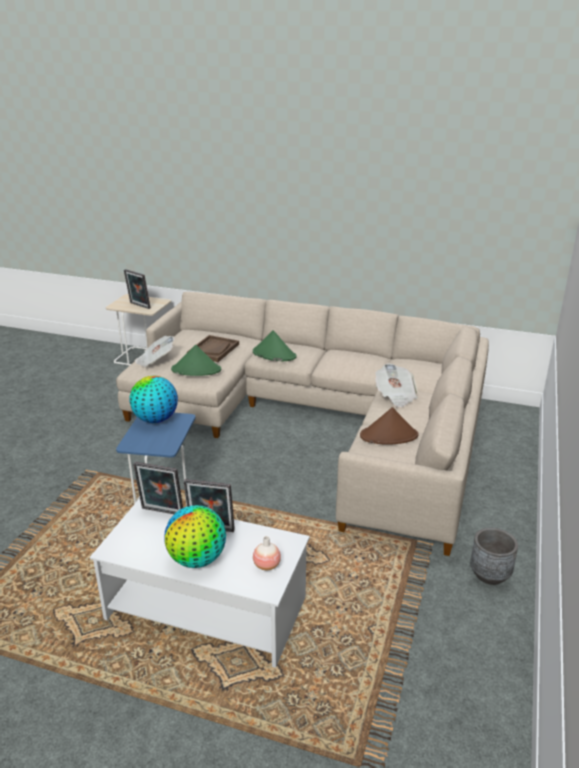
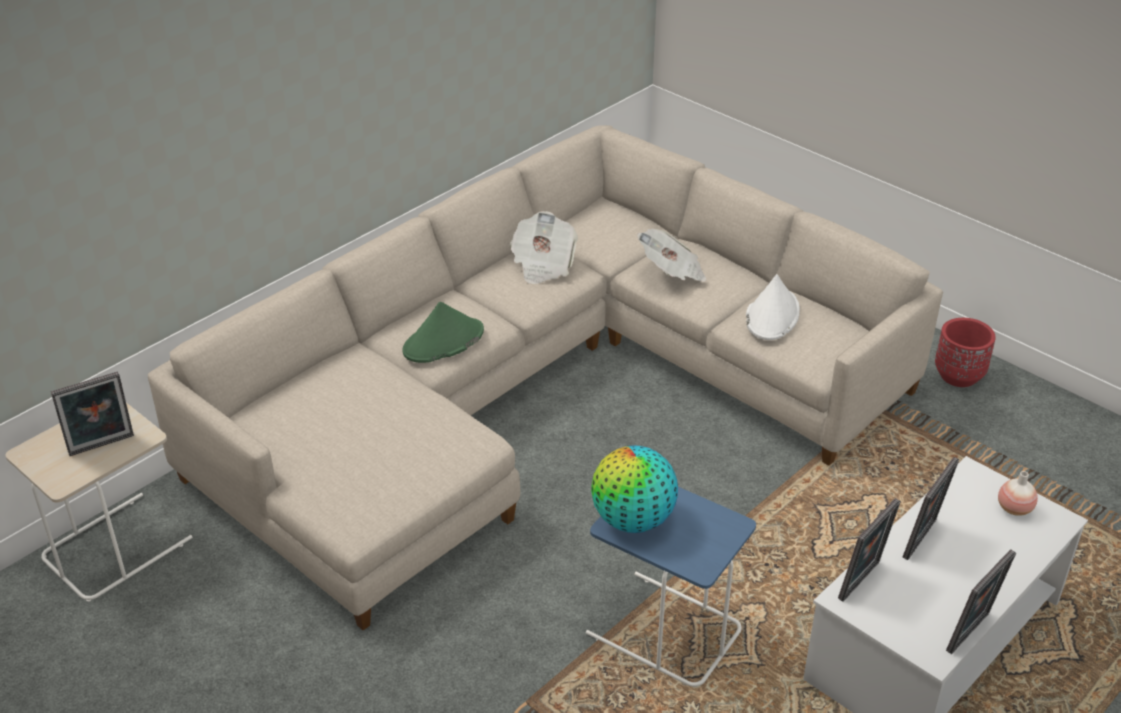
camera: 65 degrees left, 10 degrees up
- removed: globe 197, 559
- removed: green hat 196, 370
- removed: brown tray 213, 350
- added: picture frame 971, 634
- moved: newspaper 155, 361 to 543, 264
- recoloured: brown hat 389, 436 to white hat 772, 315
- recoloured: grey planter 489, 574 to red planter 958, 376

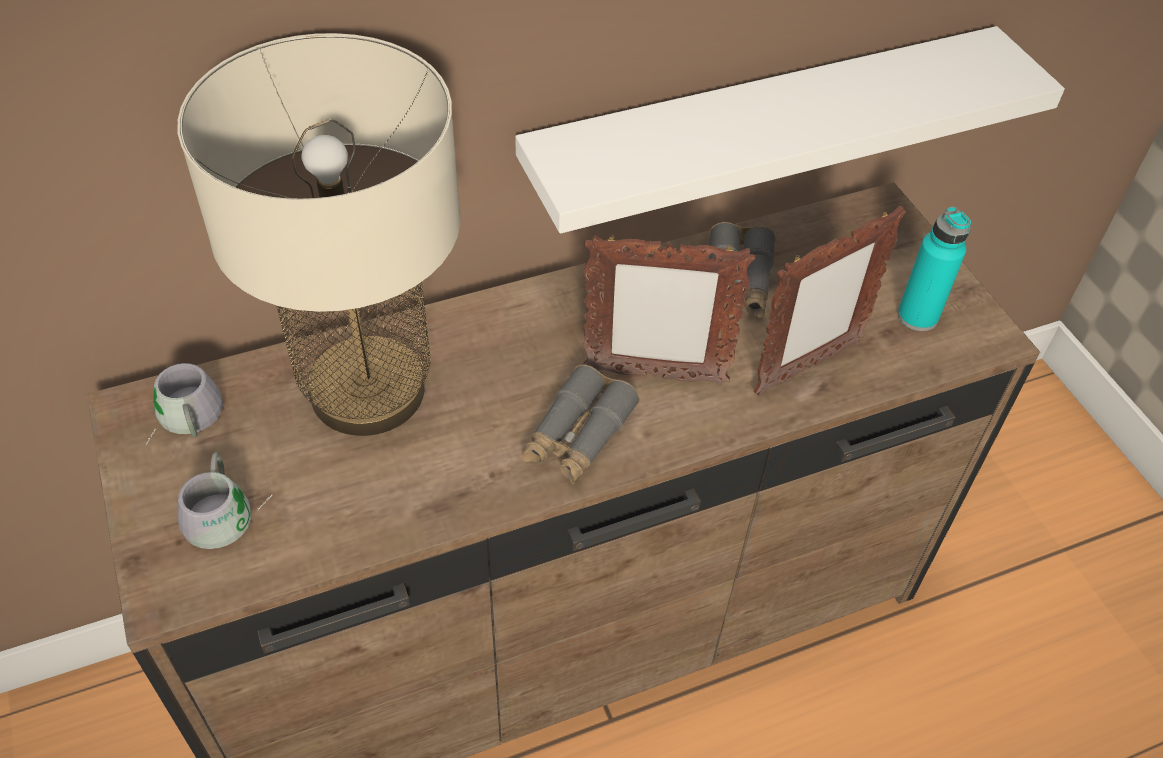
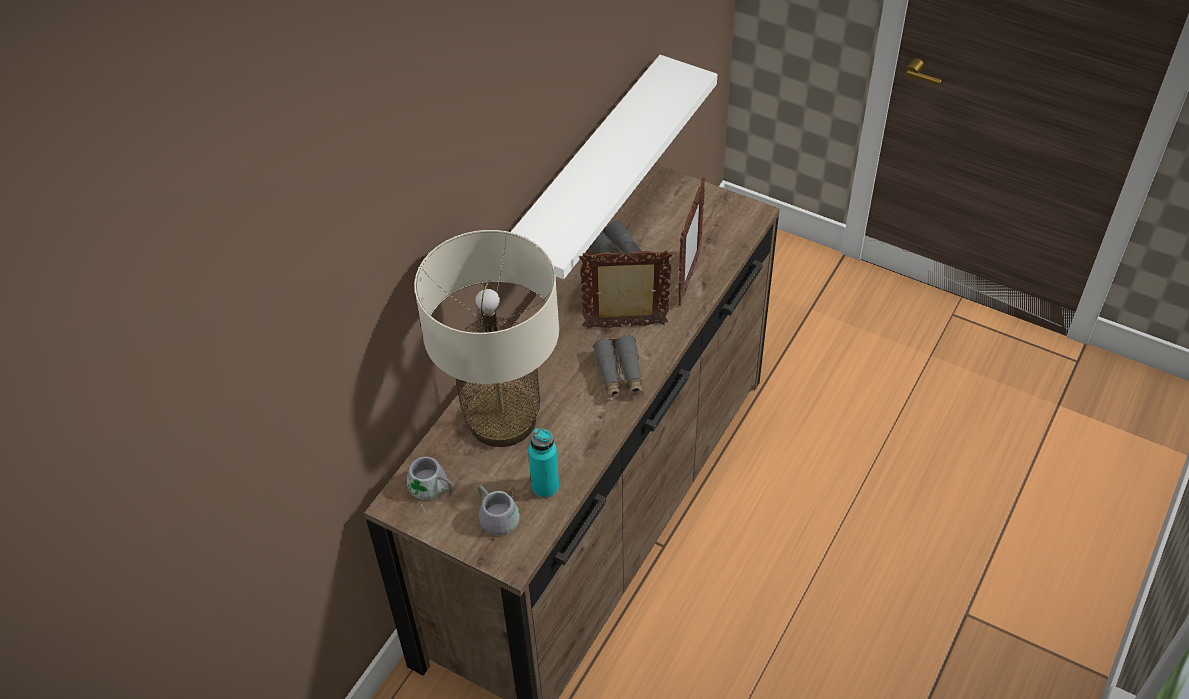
camera: 35 degrees left, 0 degrees up
- moved: turquoise bottle 917, 316 to 545, 487
- turned: picture frame 654, 376 = 626, 326 150 degrees counterclockwise

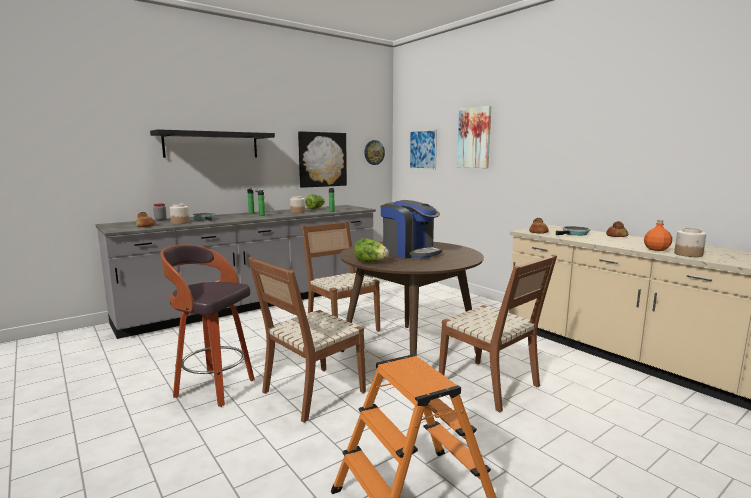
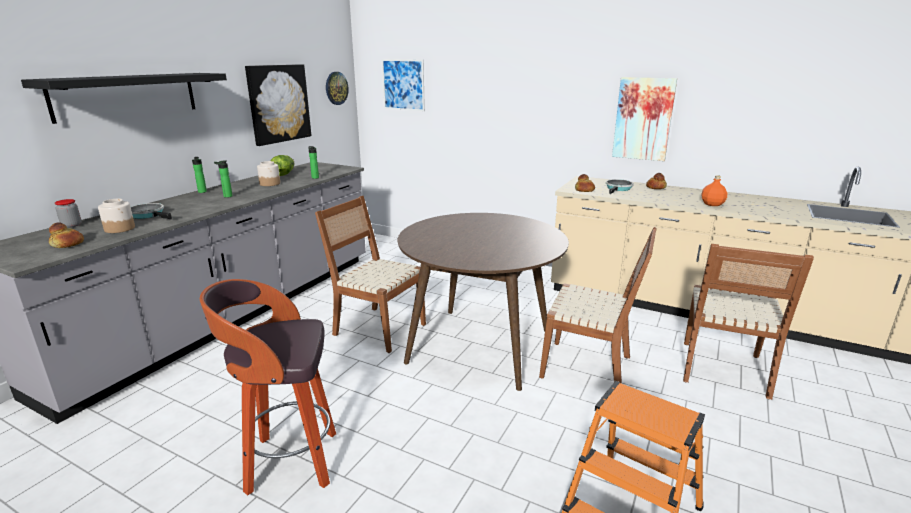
camera: 25 degrees left, 10 degrees up
- removed: lettuce 370, 262
- removed: coffee machine 410, 253
- removed: jar 688, 254
- moved: chair 310, 394 to 722, 372
- moved: picture 474, 138 to 643, 119

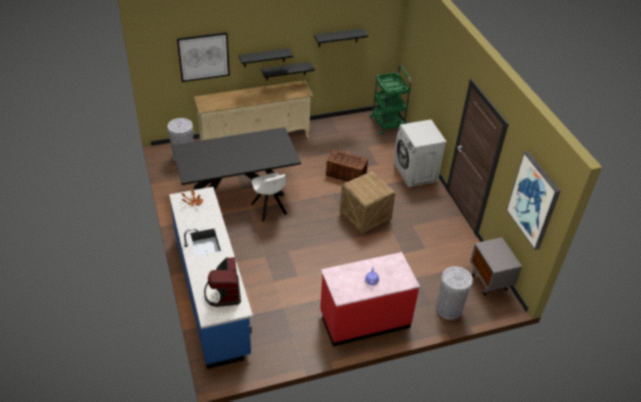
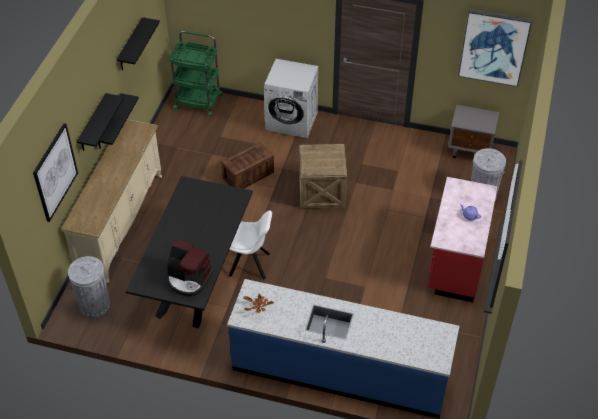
camera: 55 degrees left, 5 degrees up
- moved: coffee machine 223, 292 to 188, 279

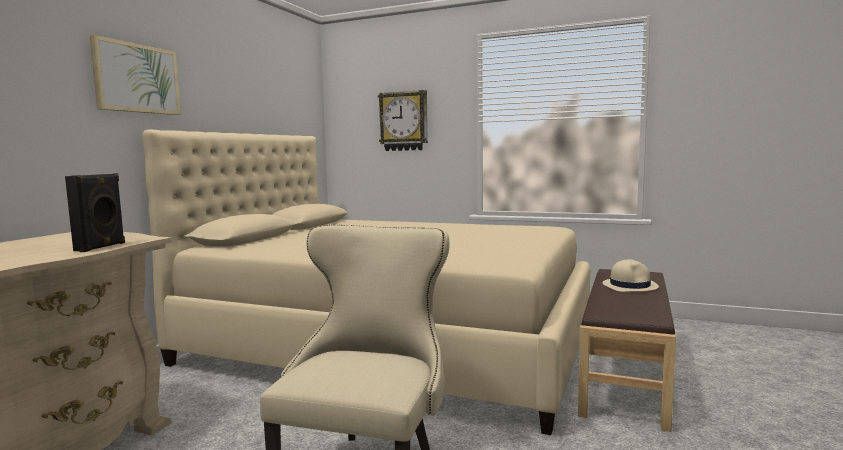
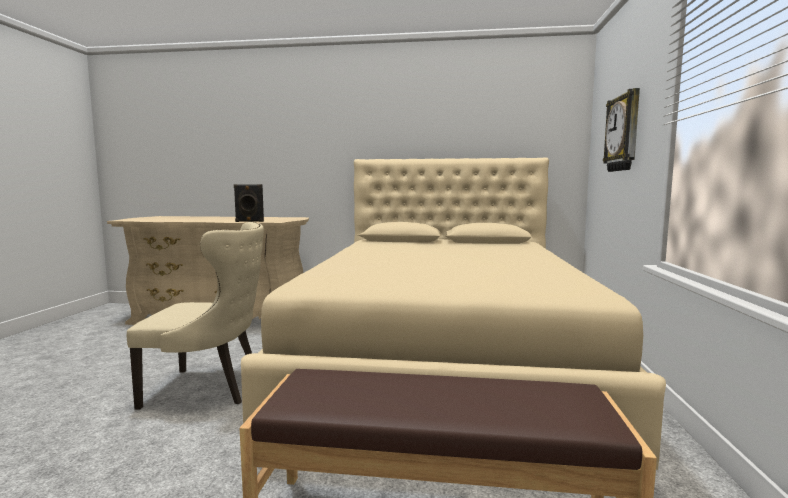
camera: 75 degrees right, 0 degrees up
- removed: picture 137, 78
- removed: beige hat 630, 286

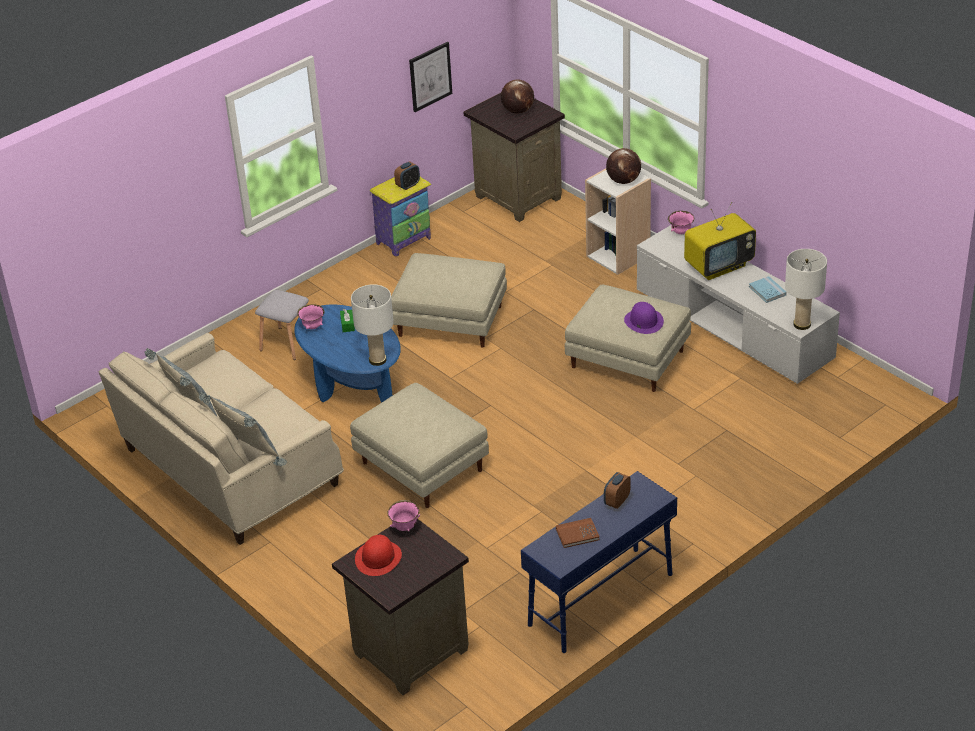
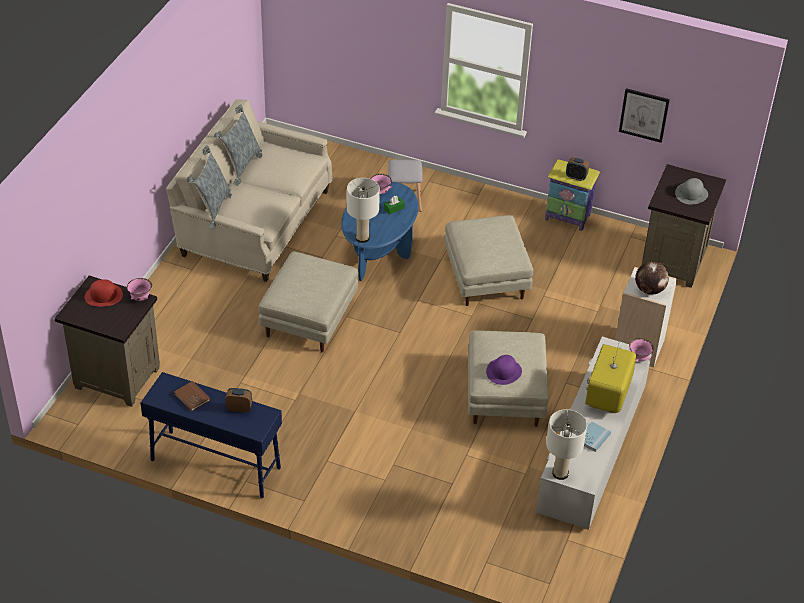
camera: 60 degrees right, 5 degrees up
- replaced: globe 517, 111 to grey hat 691, 193
- turned: television 719, 266 = 607, 396 75 degrees clockwise

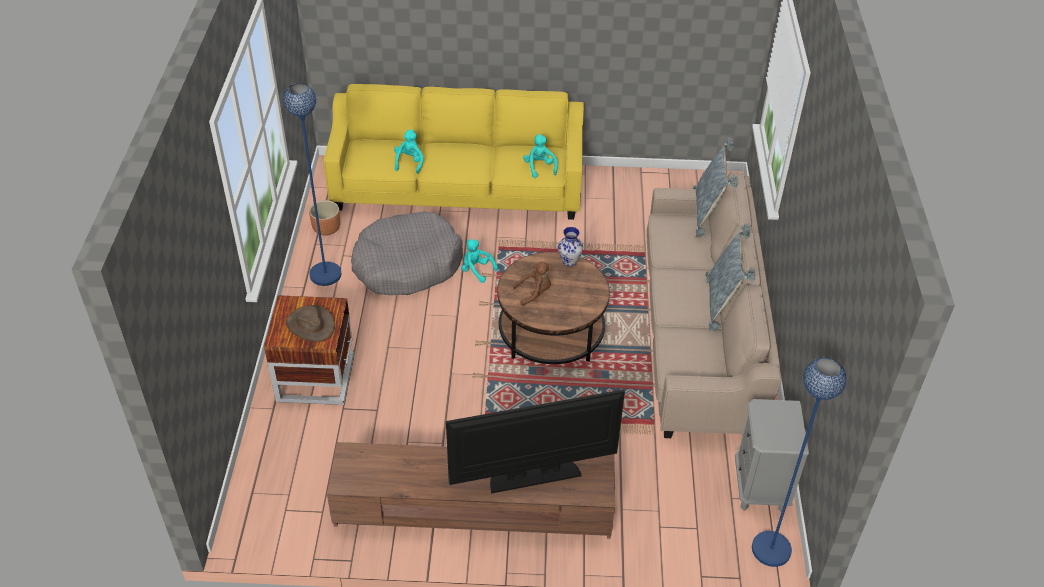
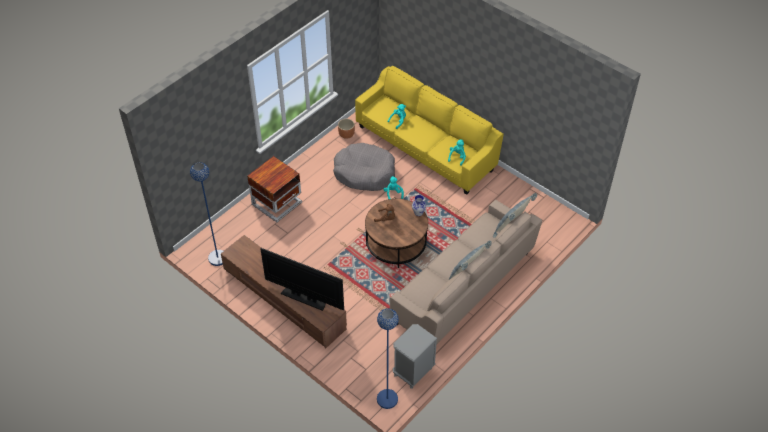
camera: 40 degrees right, 5 degrees up
- removed: brown hat 310, 325
- moved: blue floor lamp 325, 274 to 218, 258

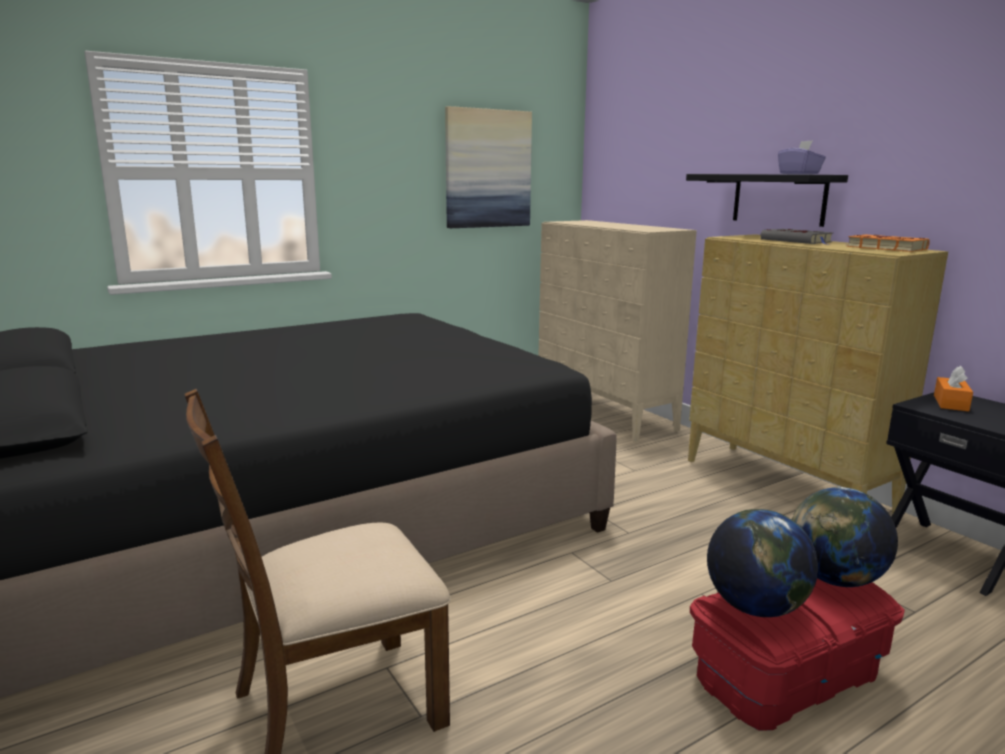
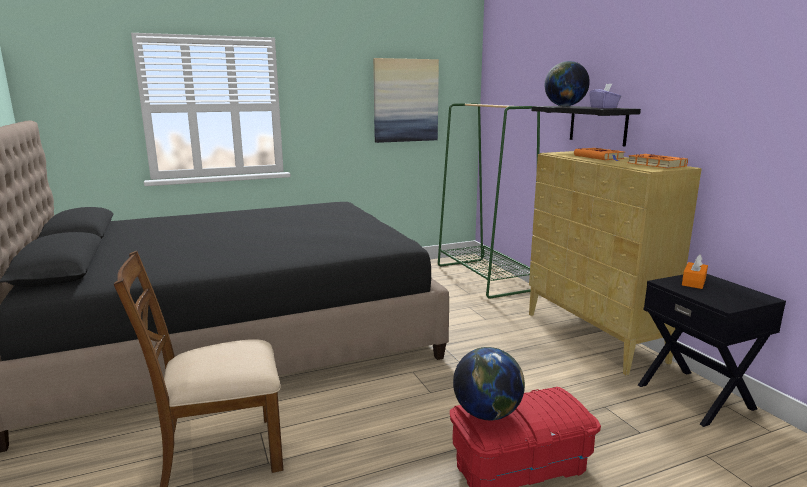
camera: 10 degrees right, 0 degrees up
- moved: globe 834, 579 to 564, 106
- replaced: beige dresser 604, 414 to green clothes rack 484, 277
- recoloured: grey book 797, 241 to orange book 600, 157

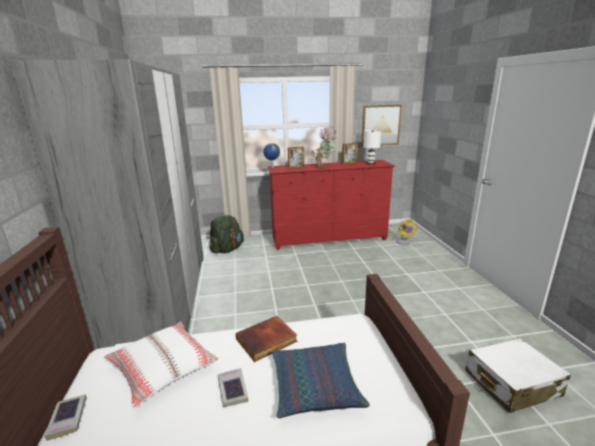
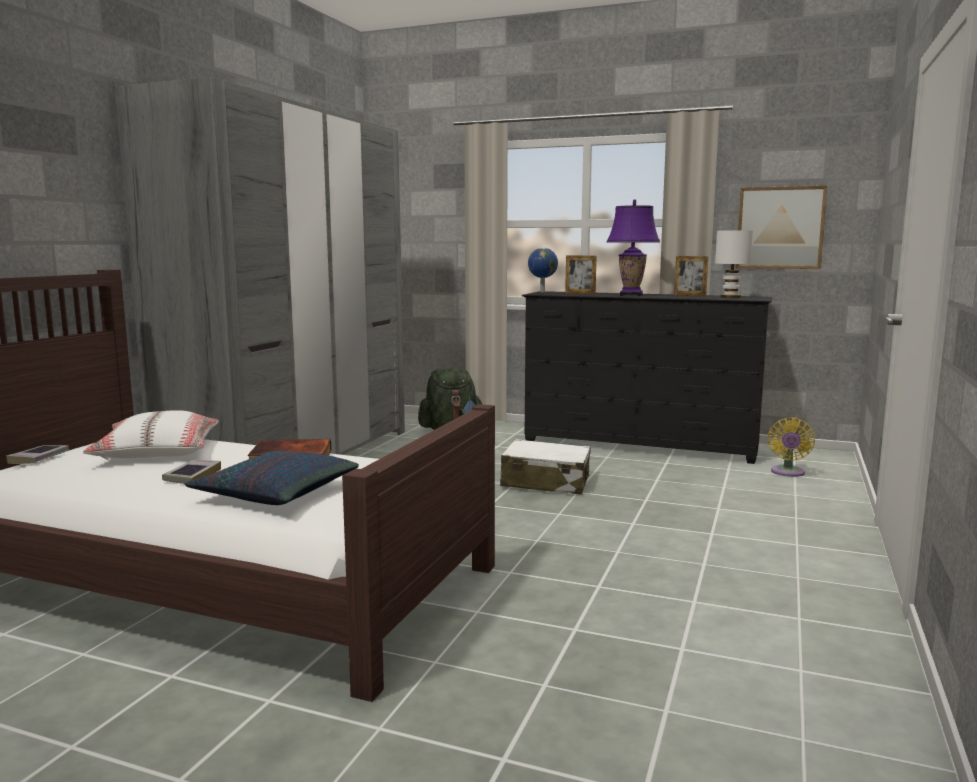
camera: 30 degrees right, 10 degrees down
- moved: white suitcase 511, 383 to 545, 482
- replaced: potted plant 324, 166 to purple table lamp 631, 295
- recoloured: red dresser 329, 239 to black dresser 639, 446

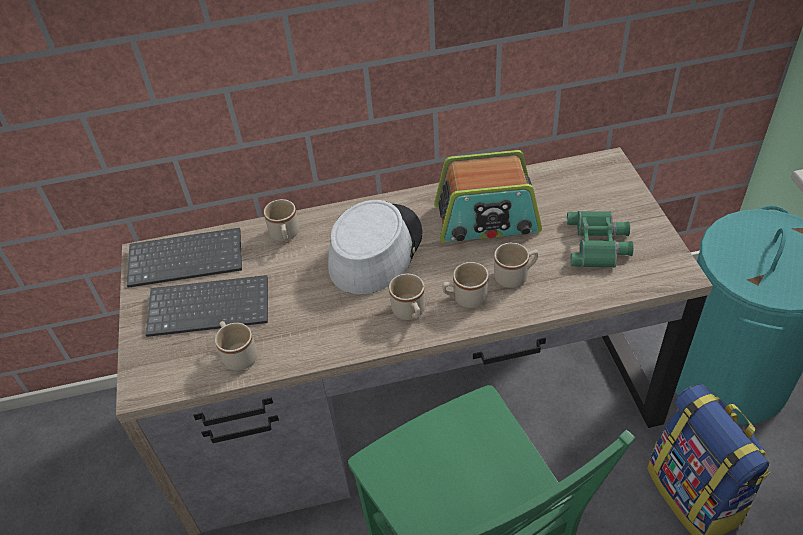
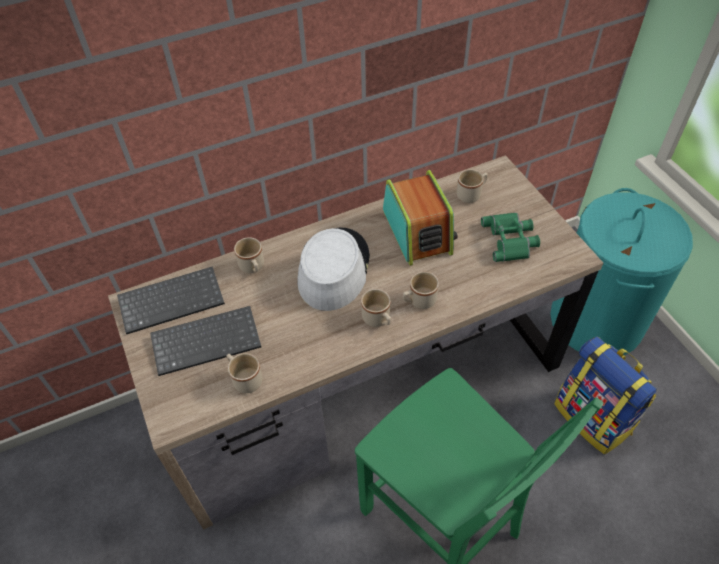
camera: 15 degrees left, 5 degrees up
- moved: beige mug 515, 276 to 471, 194
- turned: radio 487, 220 = 418, 231 90 degrees counterclockwise

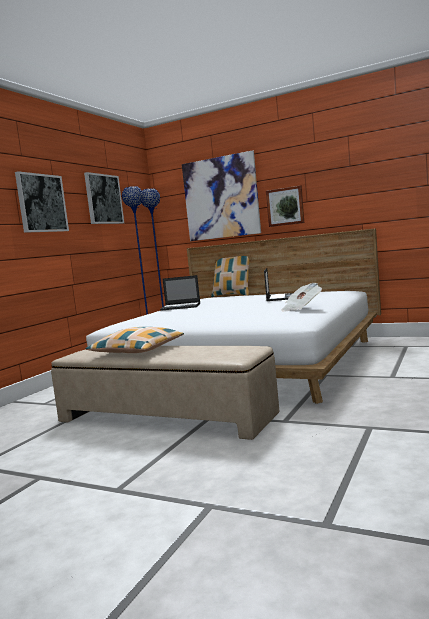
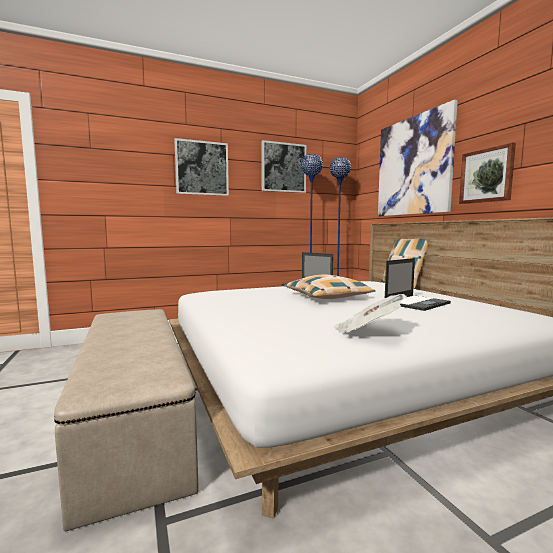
camera: 40 degrees right, 0 degrees up
- moved: pillow 137, 351 to 327, 297

